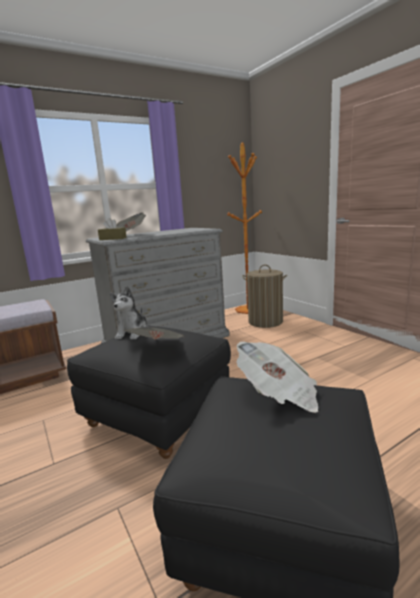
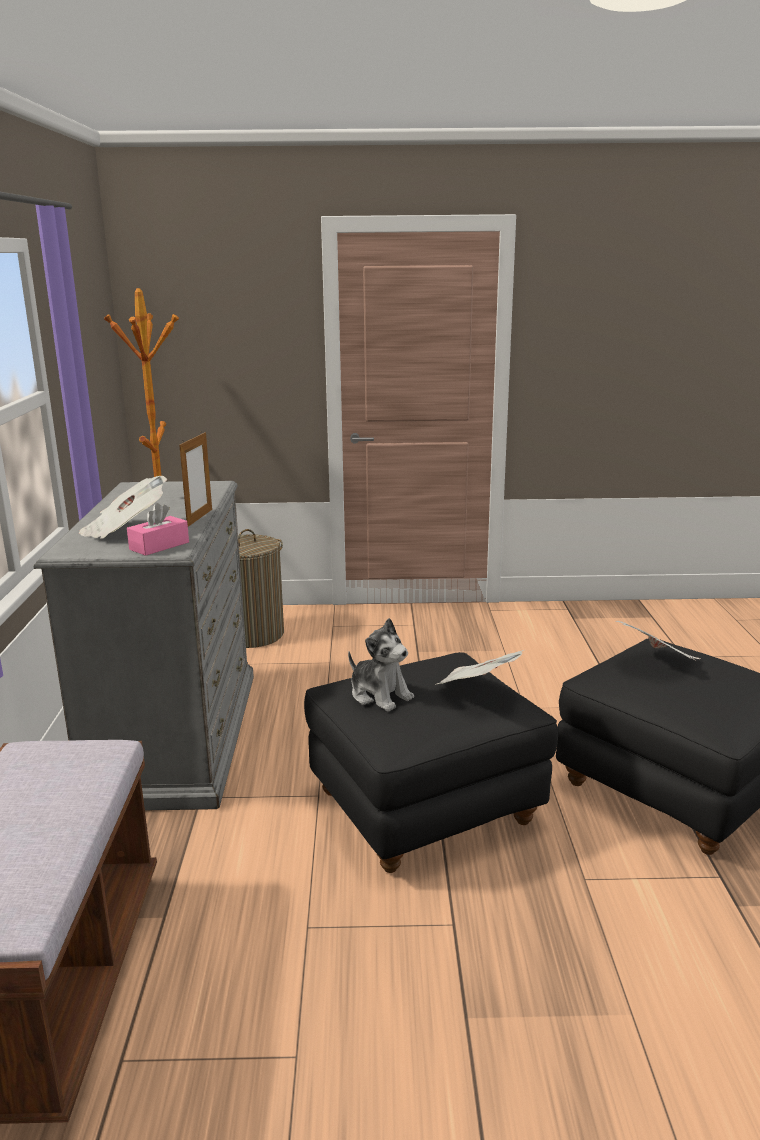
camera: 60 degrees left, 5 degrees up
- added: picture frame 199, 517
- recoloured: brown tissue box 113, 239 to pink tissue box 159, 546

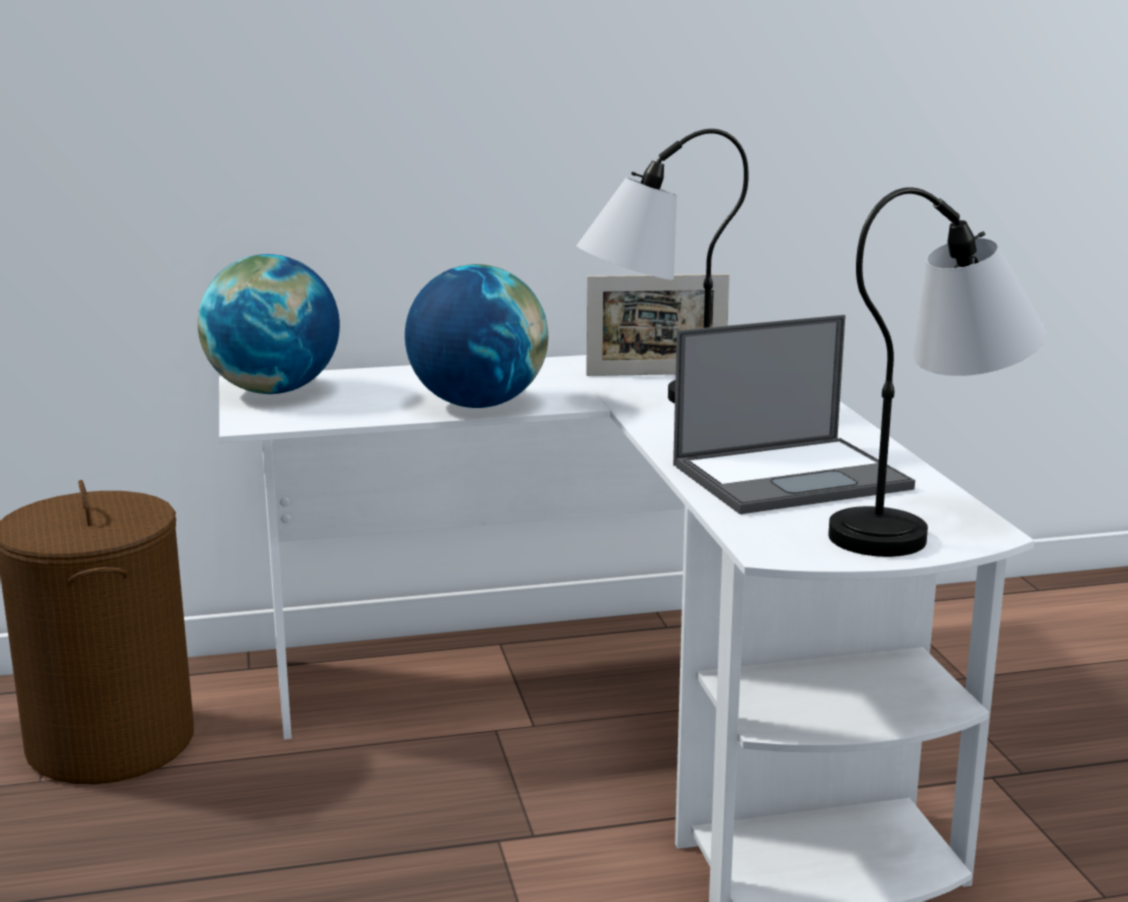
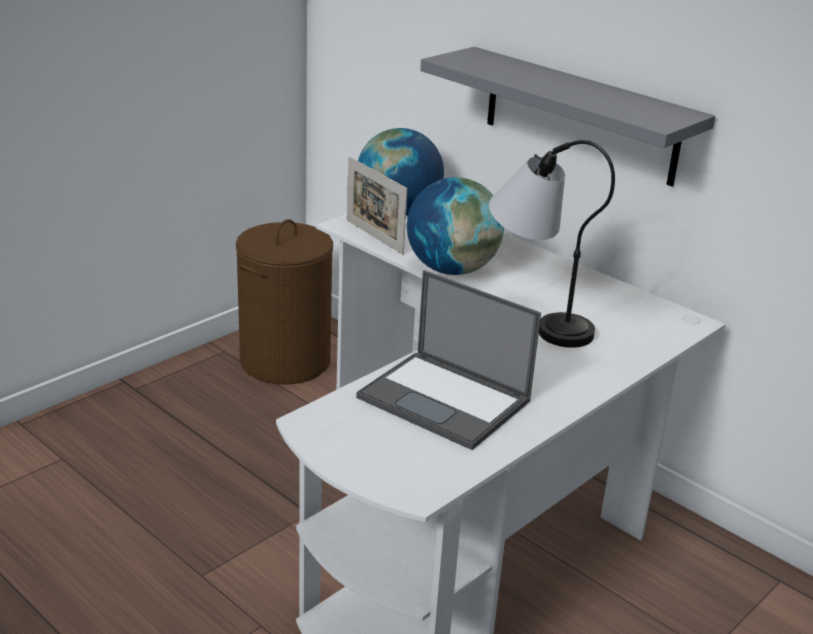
camera: 55 degrees right, 10 degrees up
- removed: table lamp 930, 526
- added: grey shelf 580, 116
- moved: picture frame 656, 374 to 374, 236

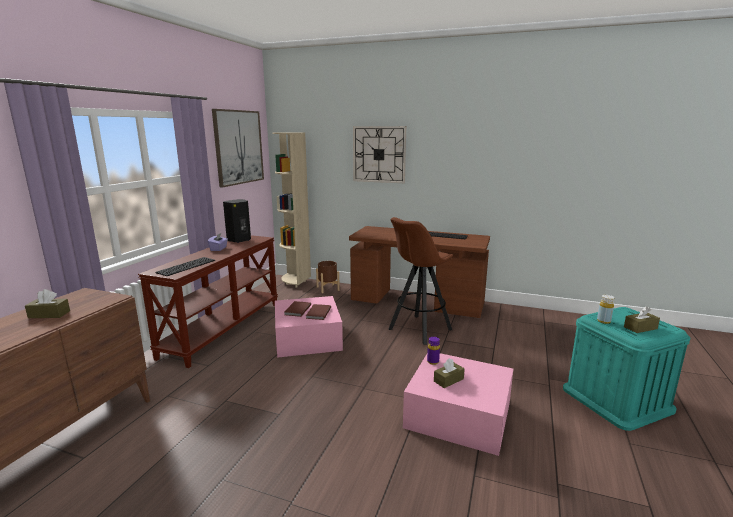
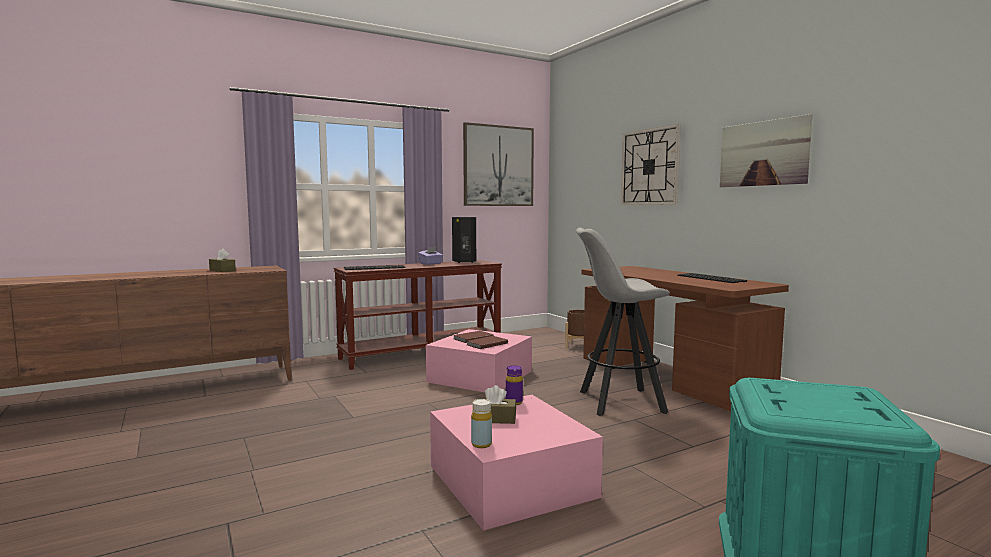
camera: 40 degrees right, 10 degrees down
- removed: beige bookcase 294, 282
- removed: brown tissue box 640, 328
- added: picture 763, 153
- moved: yellow bottle 603, 321 to 481, 444
- recoloured: brown stool 418, 330 to grey stool 618, 402

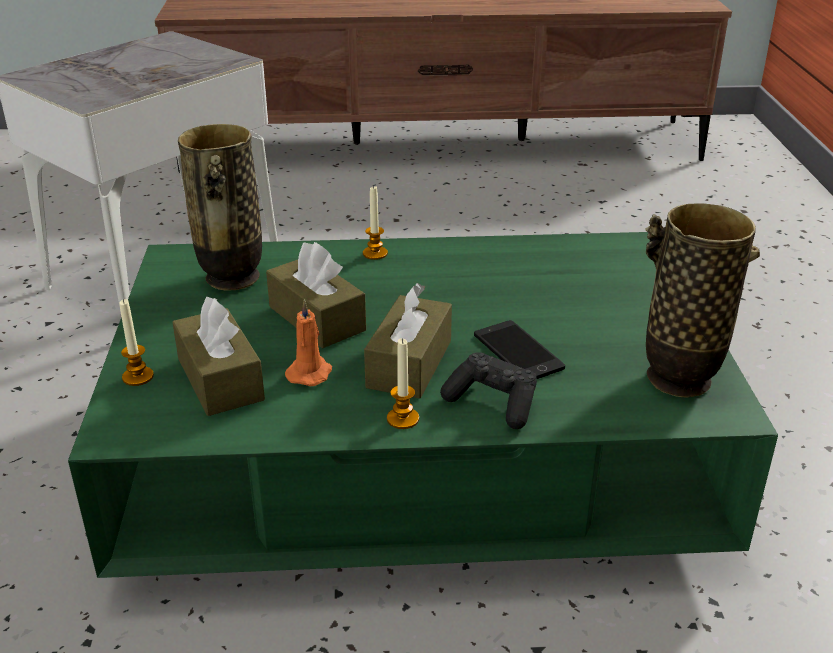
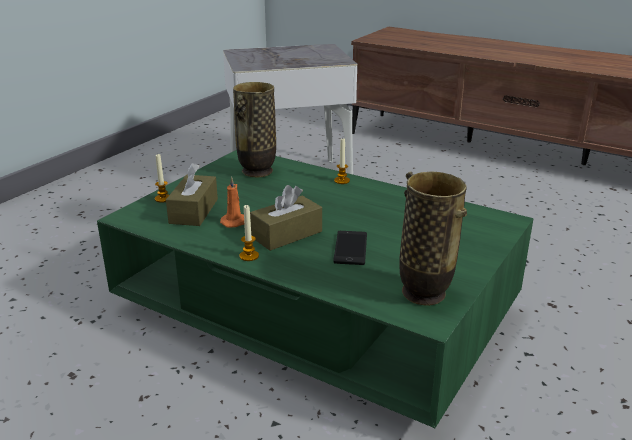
camera: 35 degrees right, 5 degrees down
- removed: brown tissue box 317, 318
- removed: black game controller 493, 403

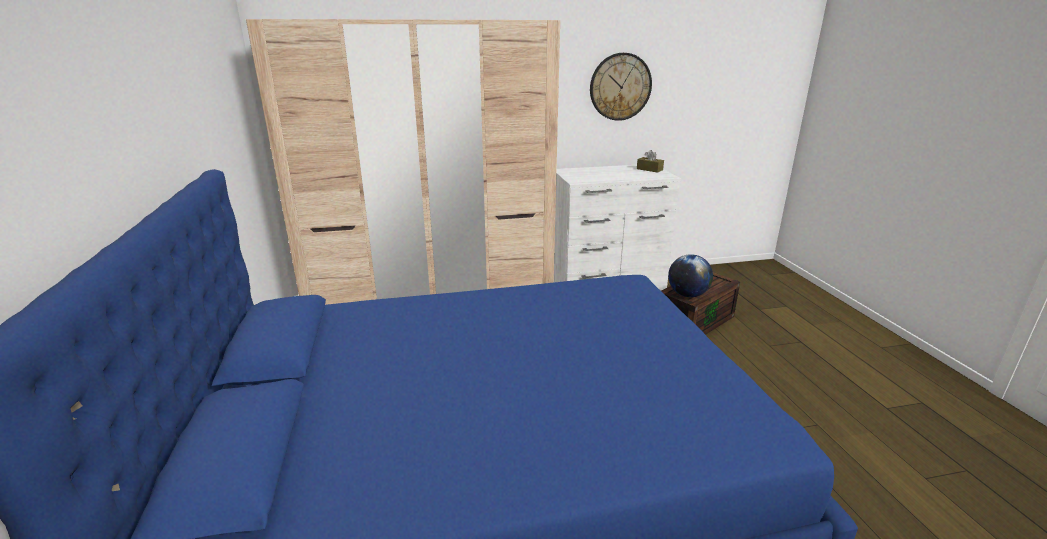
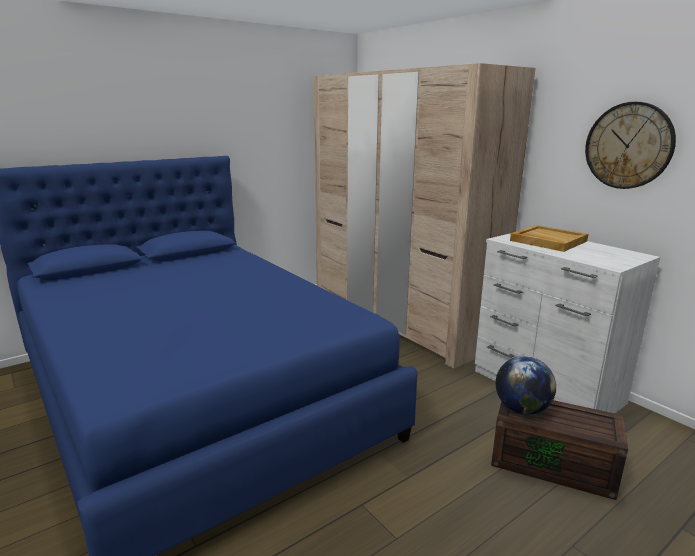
camera: 65 degrees right, 5 degrees down
- removed: brown tissue box 649, 169
- added: beige tray 547, 241

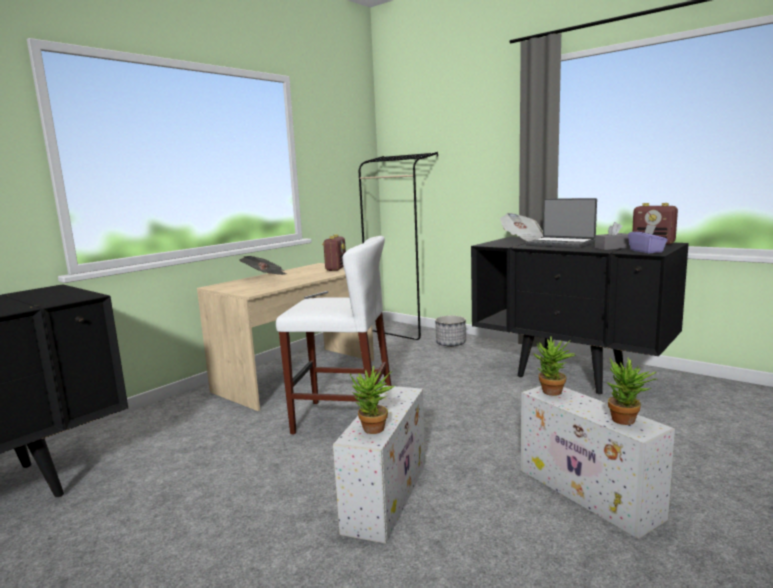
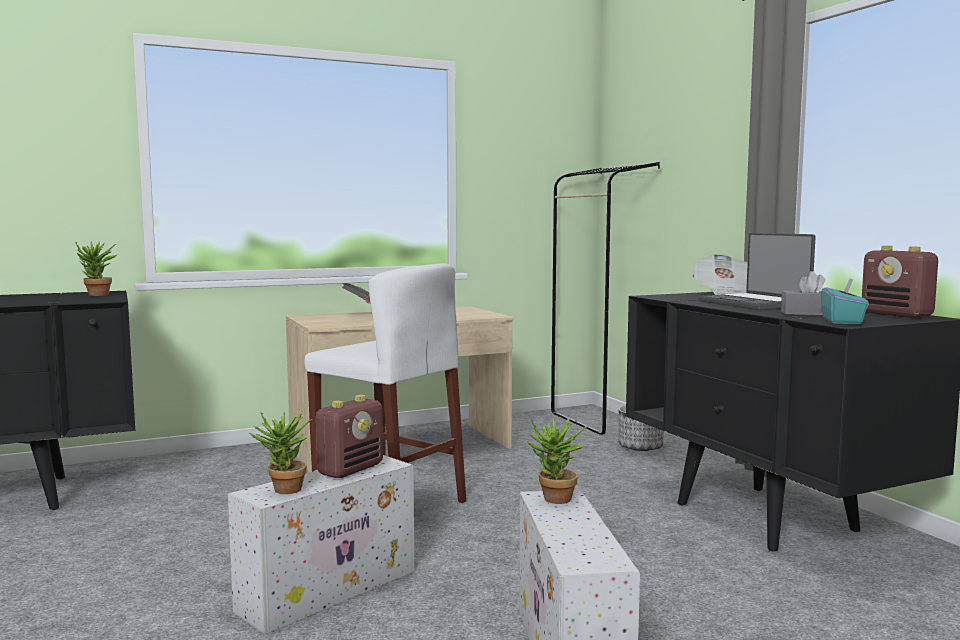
camera: 25 degrees right, 5 degrees down
- moved: radio 336, 268 to 351, 469
- moved: potted plant 627, 422 to 97, 295
- recoloured: purple tissue box 646, 251 to turquoise tissue box 842, 321

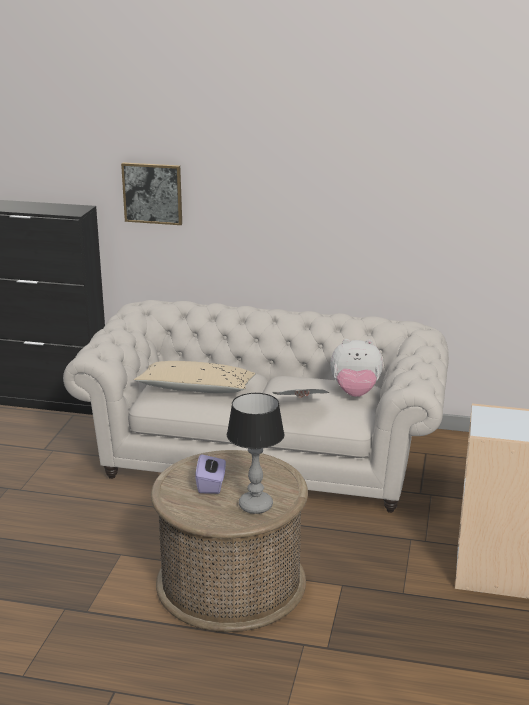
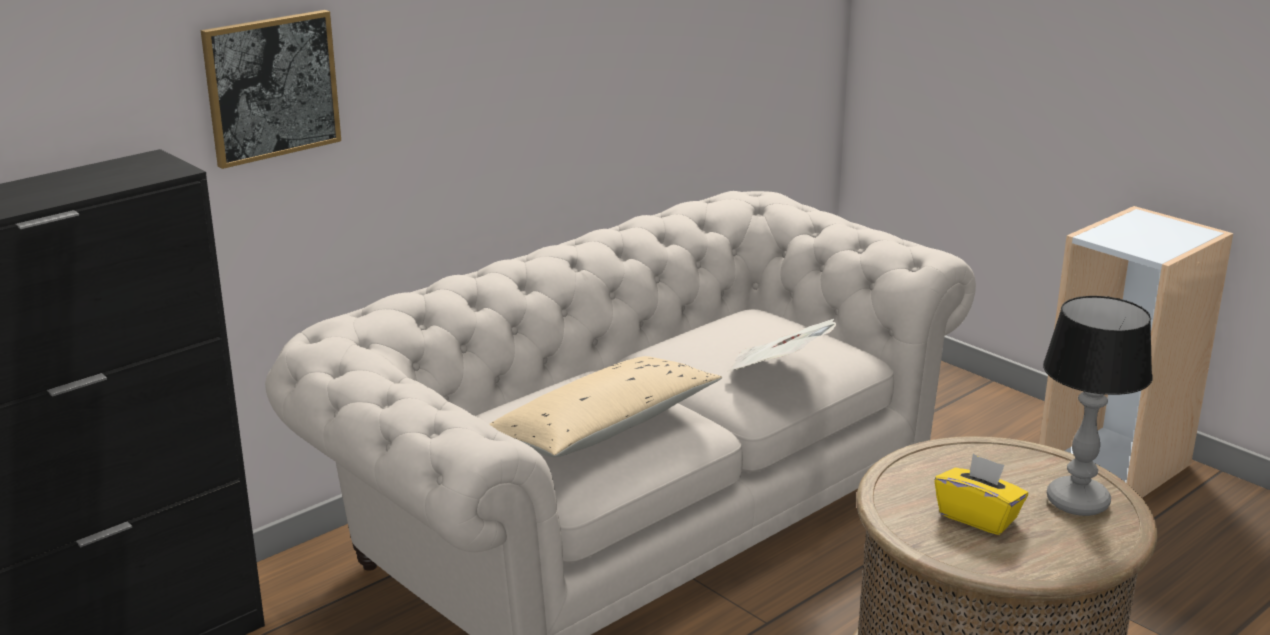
camera: 55 degrees left, 0 degrees up
- removed: plush toy 355, 393
- recoloured: purple tissue box 211, 485 to yellow tissue box 978, 517

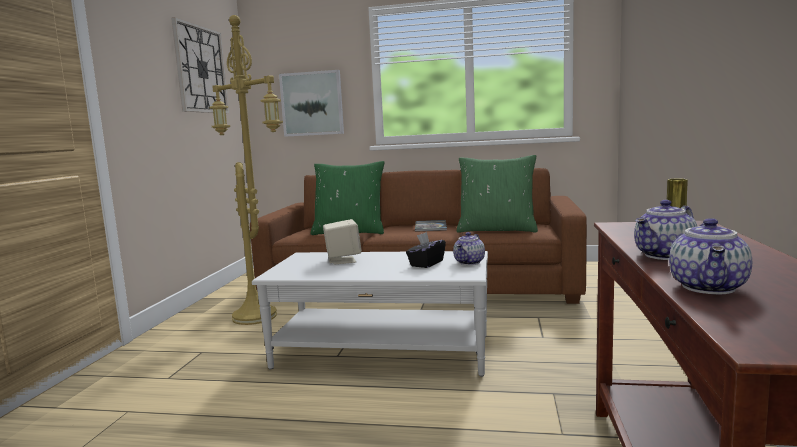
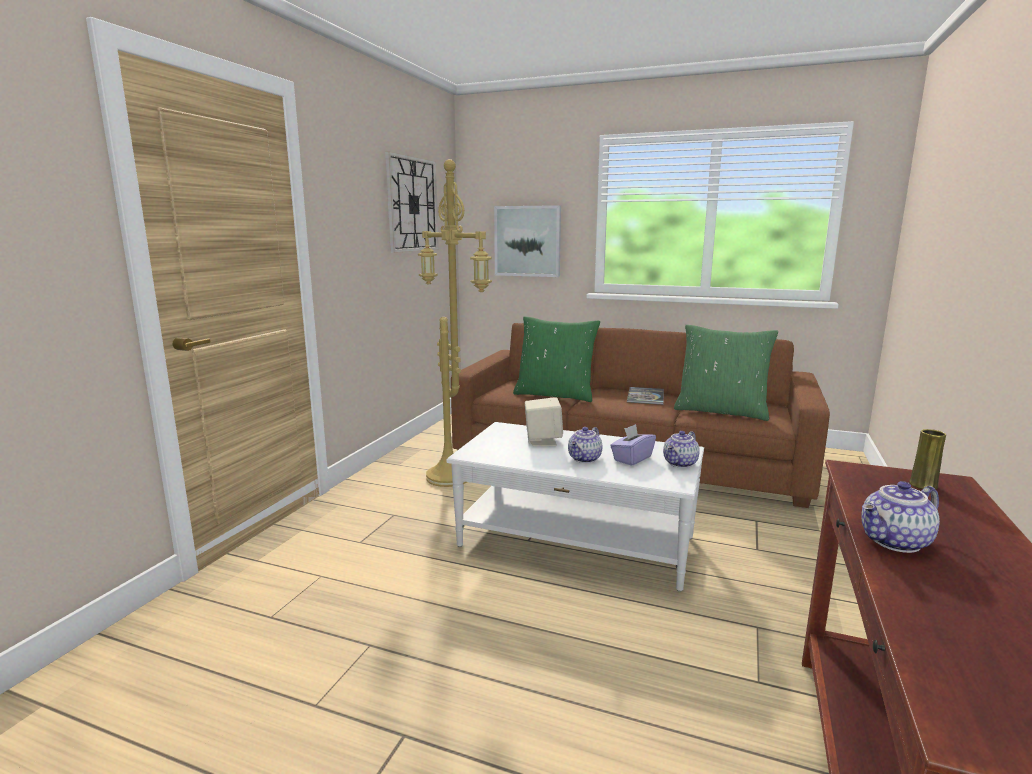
camera: 10 degrees right, 5 degrees up
- moved: teapot 710, 288 to 585, 459
- recoloured: black tissue box 426, 263 to purple tissue box 632, 458

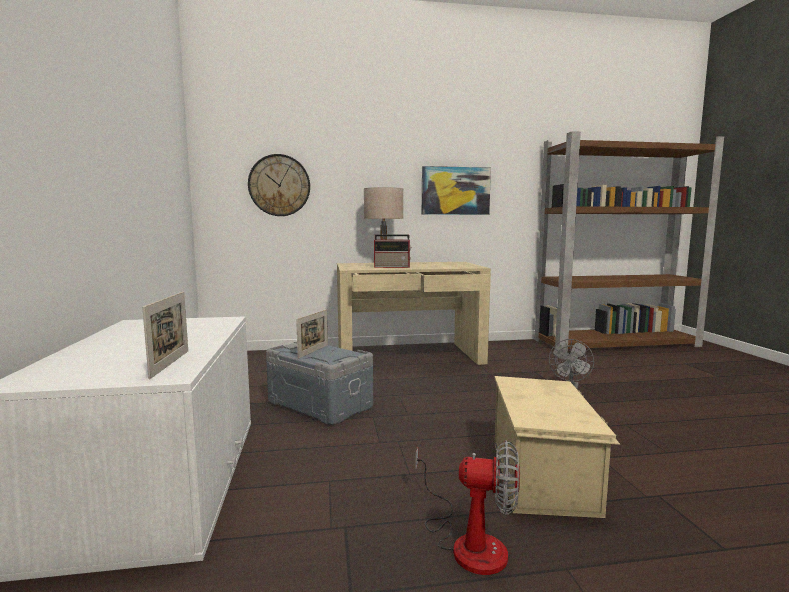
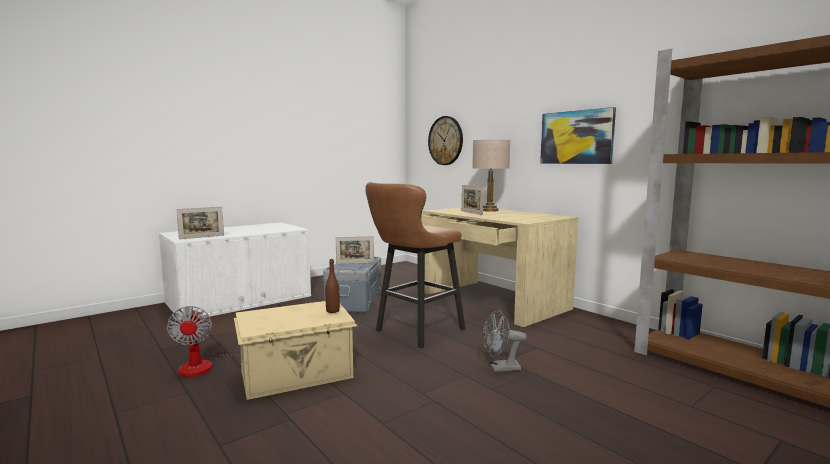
camera: 60 degrees right, 0 degrees up
- added: brown bottle 332, 311
- added: brown stool 413, 332
- replaced: radio 393, 267 to picture frame 471, 213

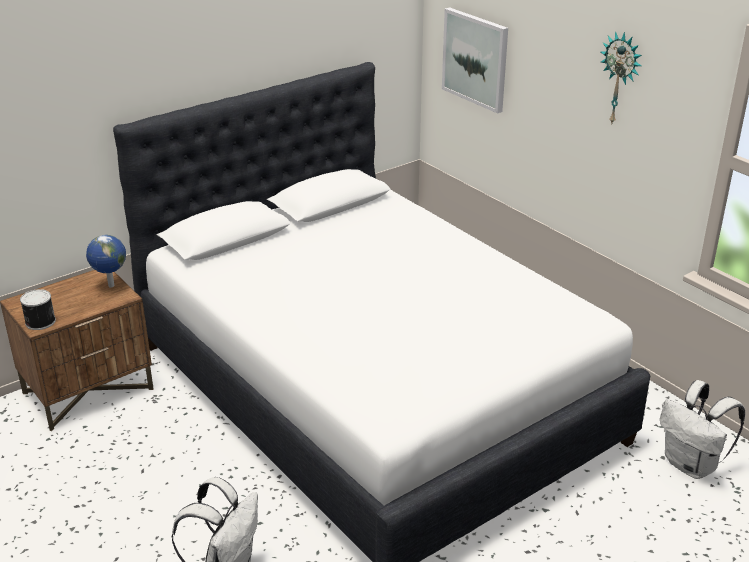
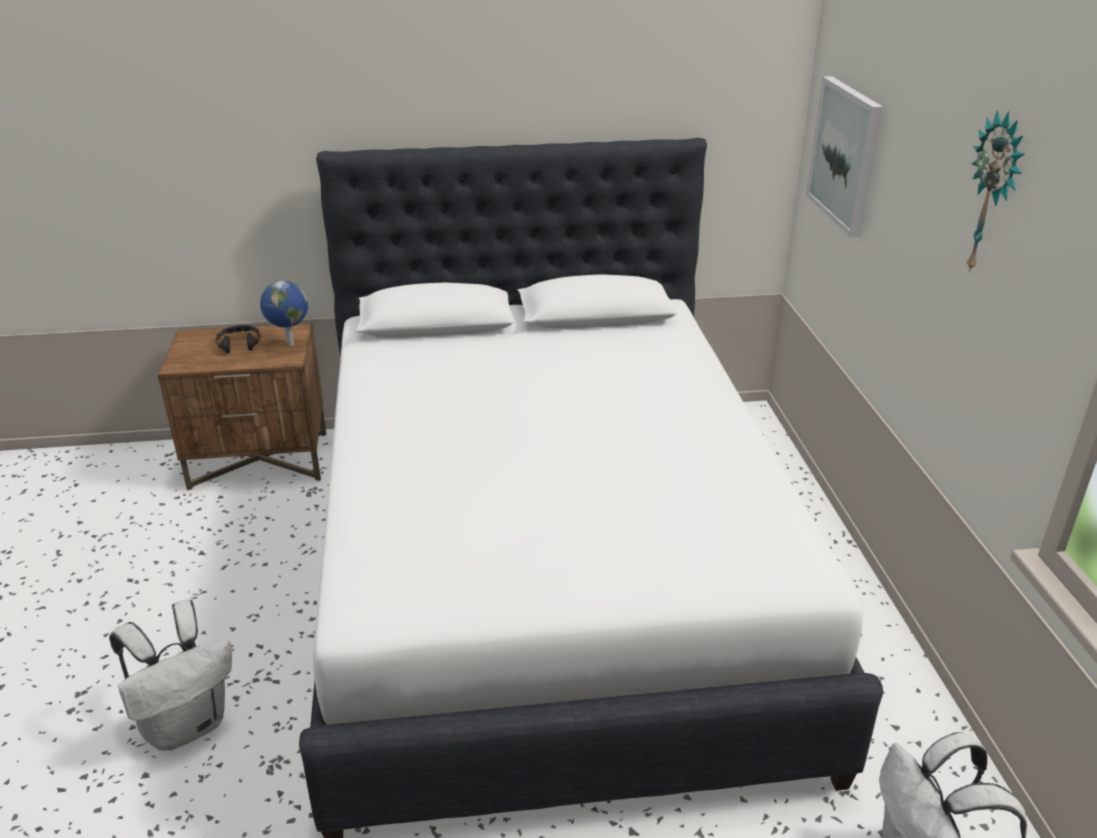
camera: 30 degrees right, 0 degrees up
- removed: can 39, 322
- added: headphones 239, 344

